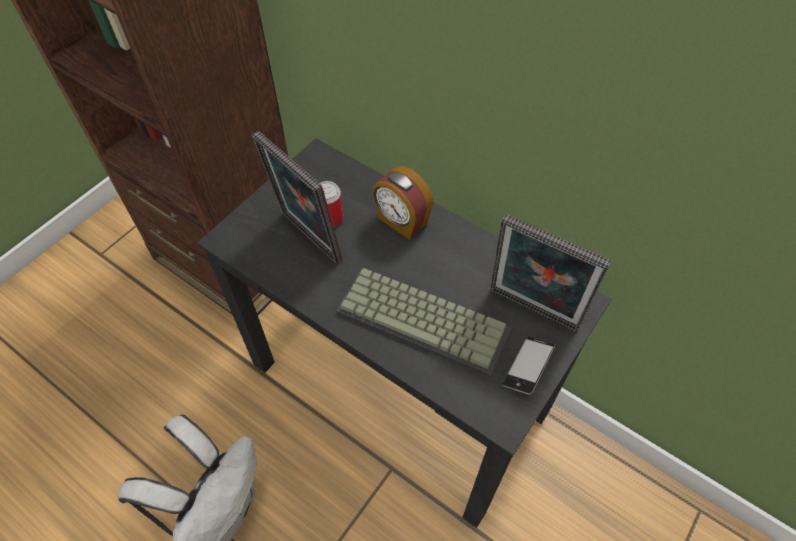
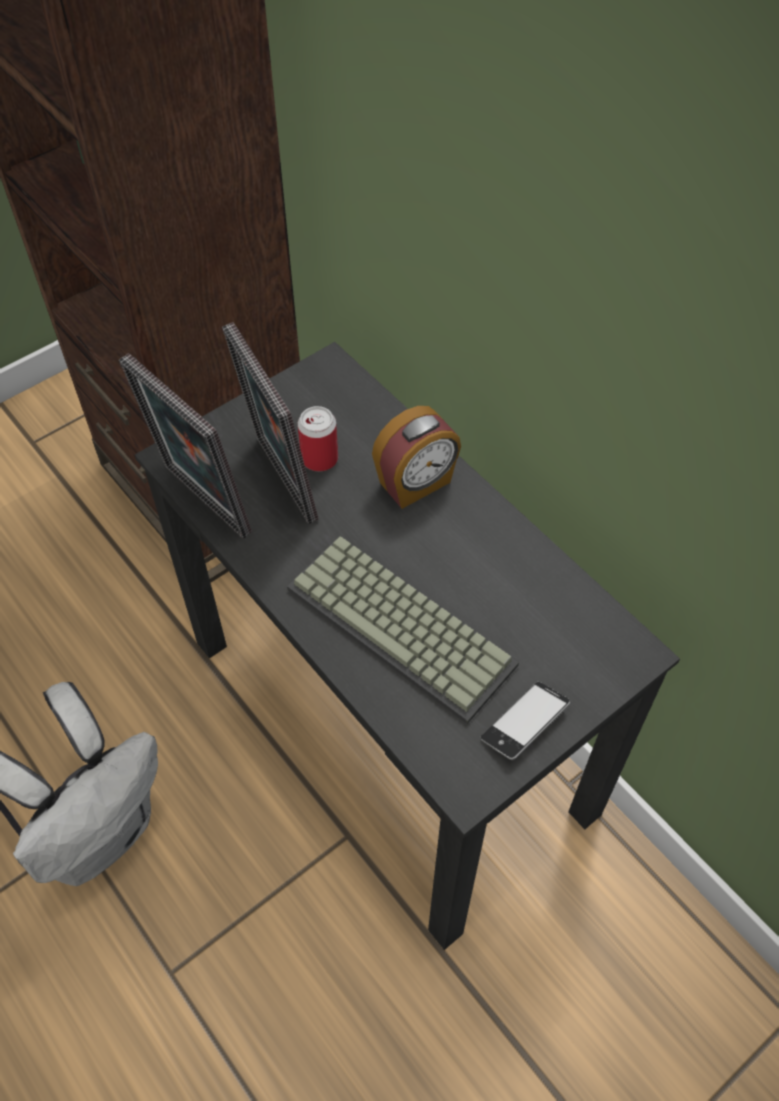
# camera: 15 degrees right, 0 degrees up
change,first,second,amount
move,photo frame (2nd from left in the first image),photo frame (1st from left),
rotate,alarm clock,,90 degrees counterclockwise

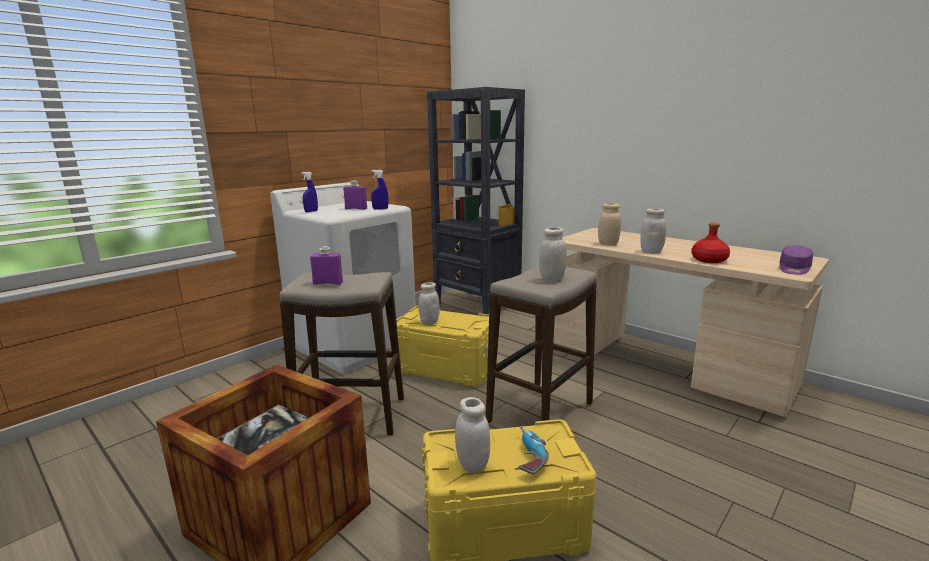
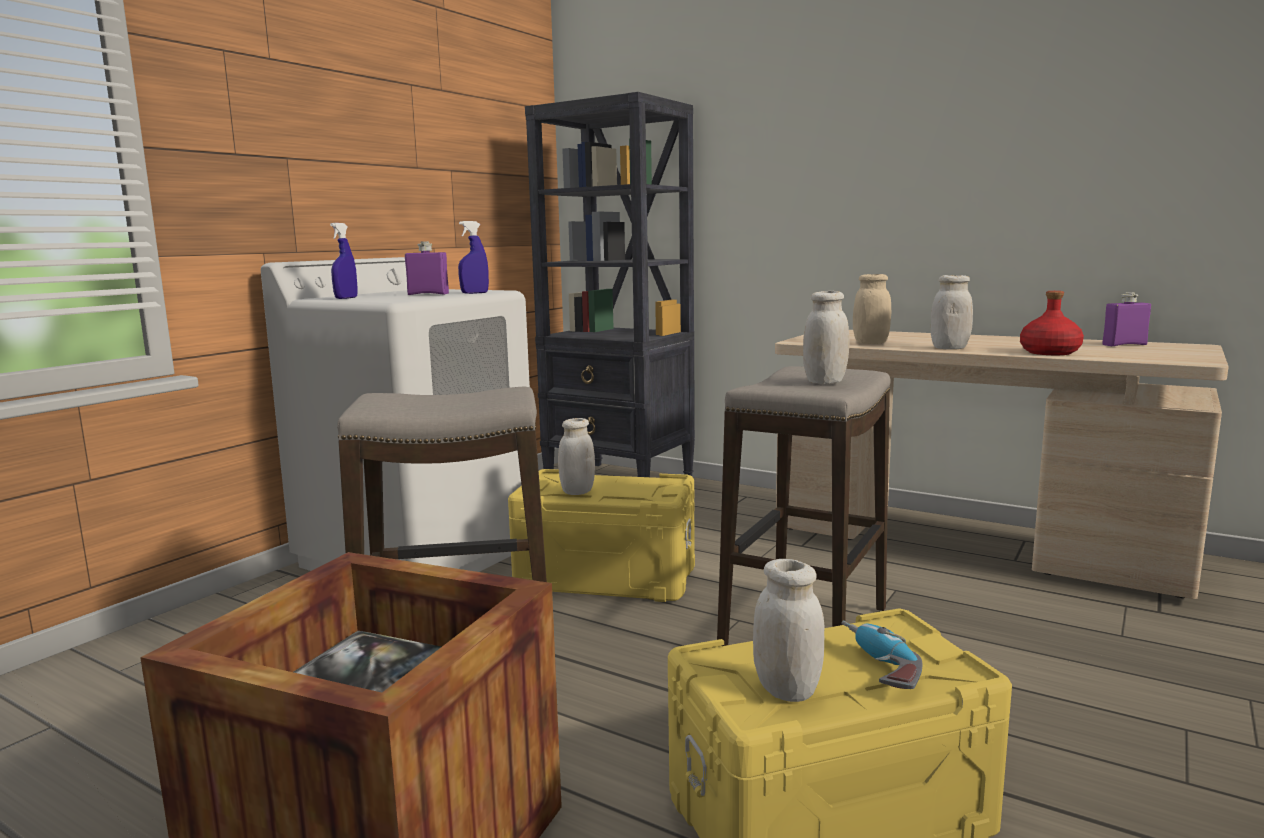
# camera: 10 degrees left, 5 degrees down
change,first,second,amount
move,beverage bottle in purple-coloured (1st from left in the first image),beverage bottle in purple-coloured (2nd from left),
delete,baseball cap in purple-coloured,,

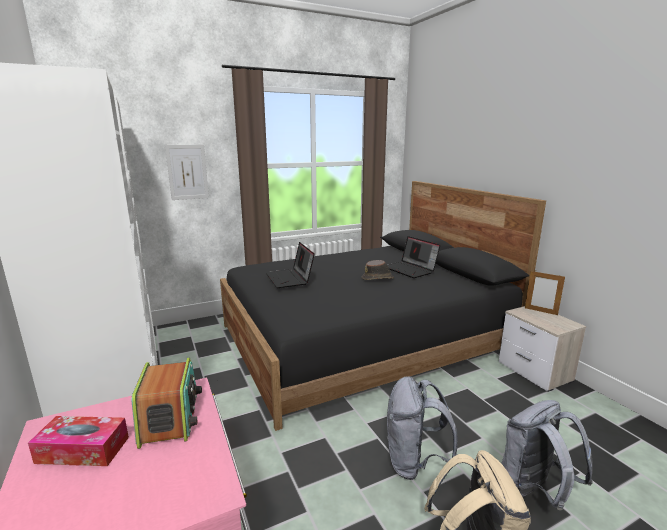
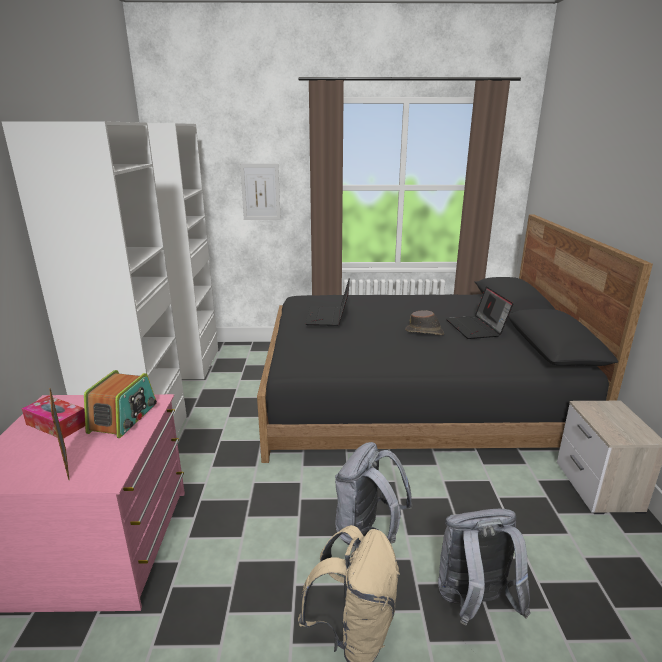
# camera: 25 degrees right, 5 degrees up
change,first,second,amount
move,photo frame,,

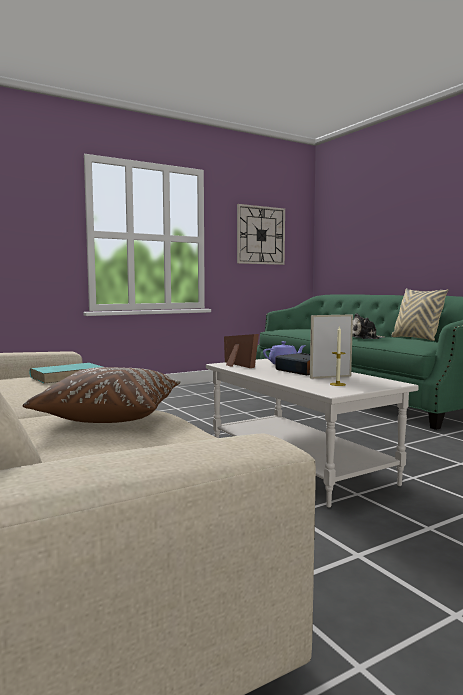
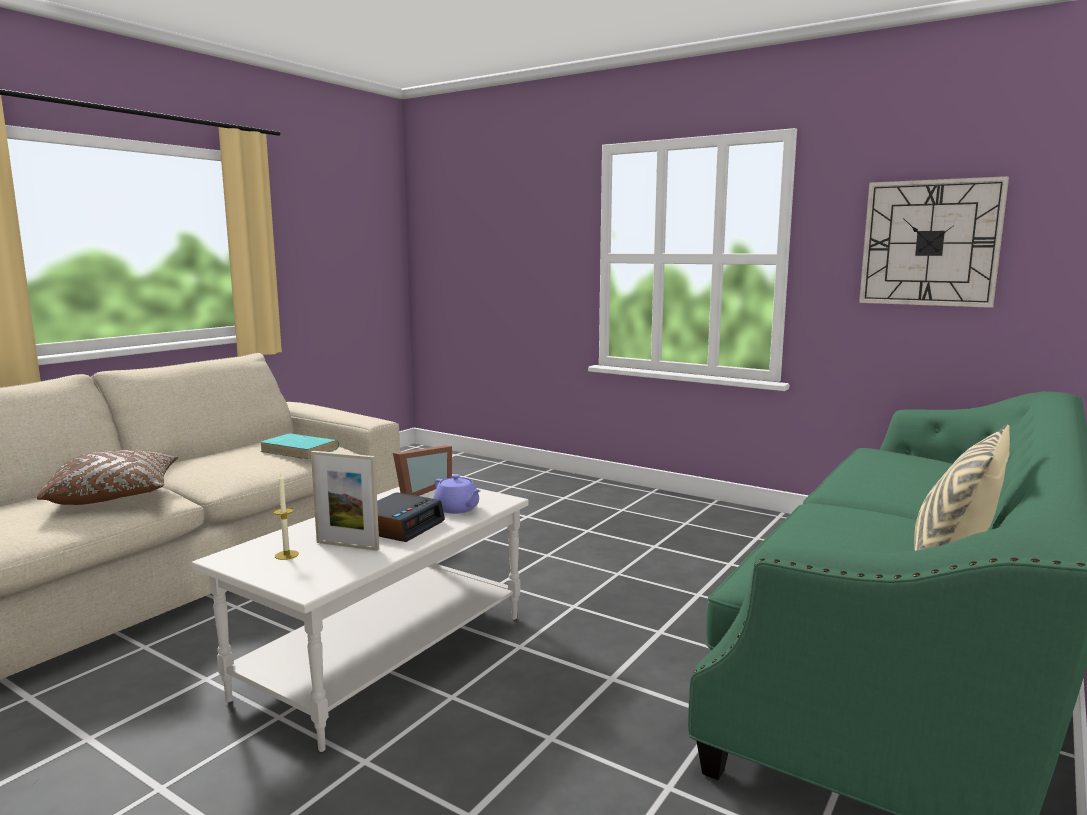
# camera: 65 degrees right, 5 degrees up
change,first,second,amount
rotate,photo frame (2nd from left in the first image),photo frame (1st from left),150 degrees clockwise
delete,plush toy,,

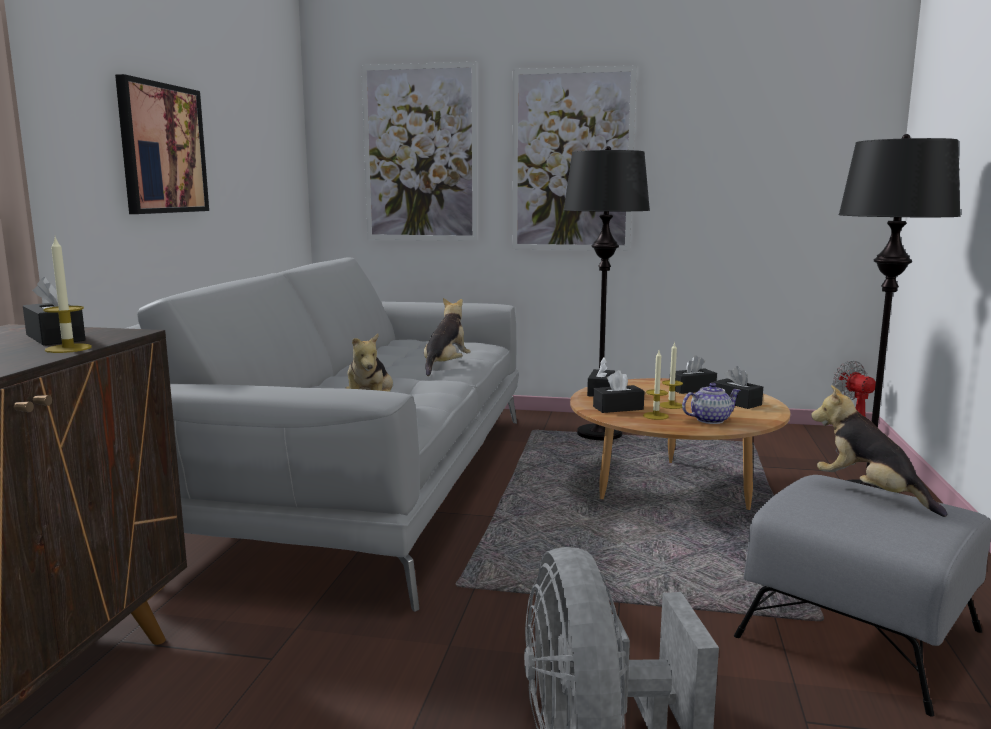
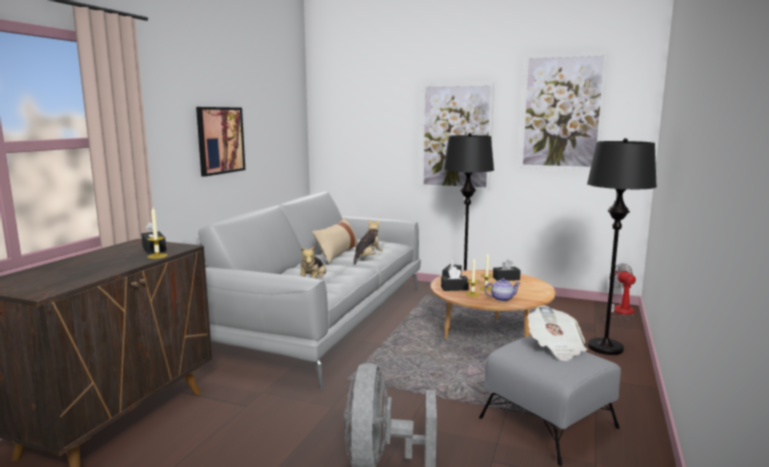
# camera: 10 degrees right, 0 degrees up
change,first,second,amount
insert,,pillow in beige,
move,wall art (2nd from left in the first image),wall art (3rd from left),
replace,plush toy (3rd from left),printed paper,
delete,box of tissues in black (5th from left),,

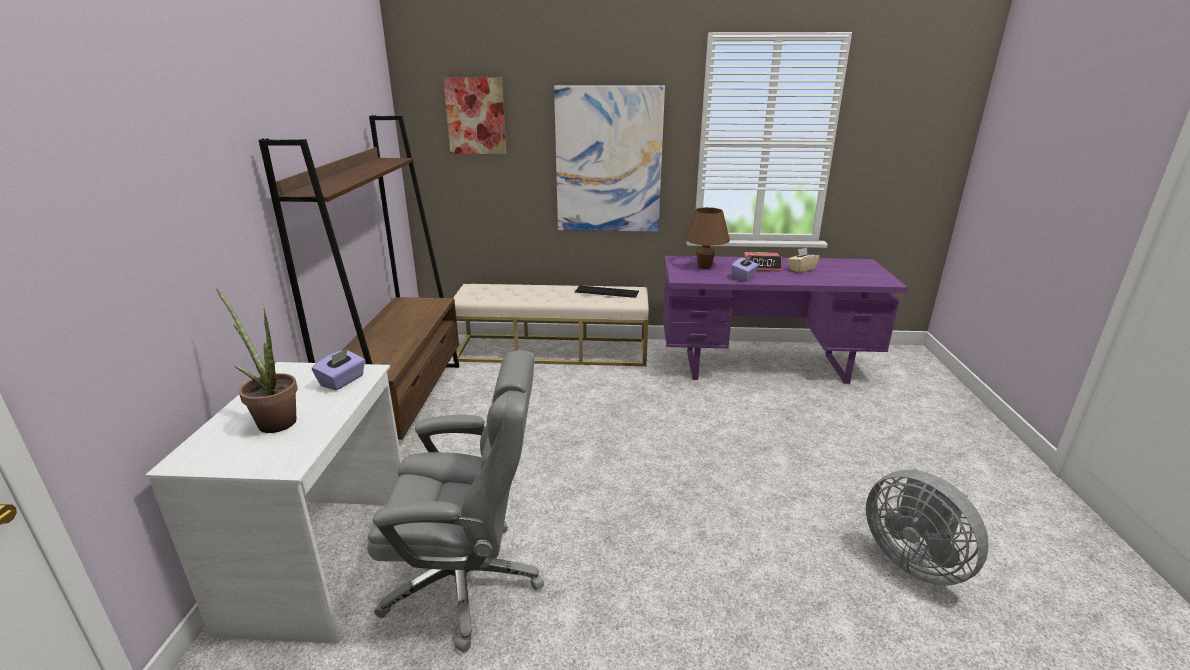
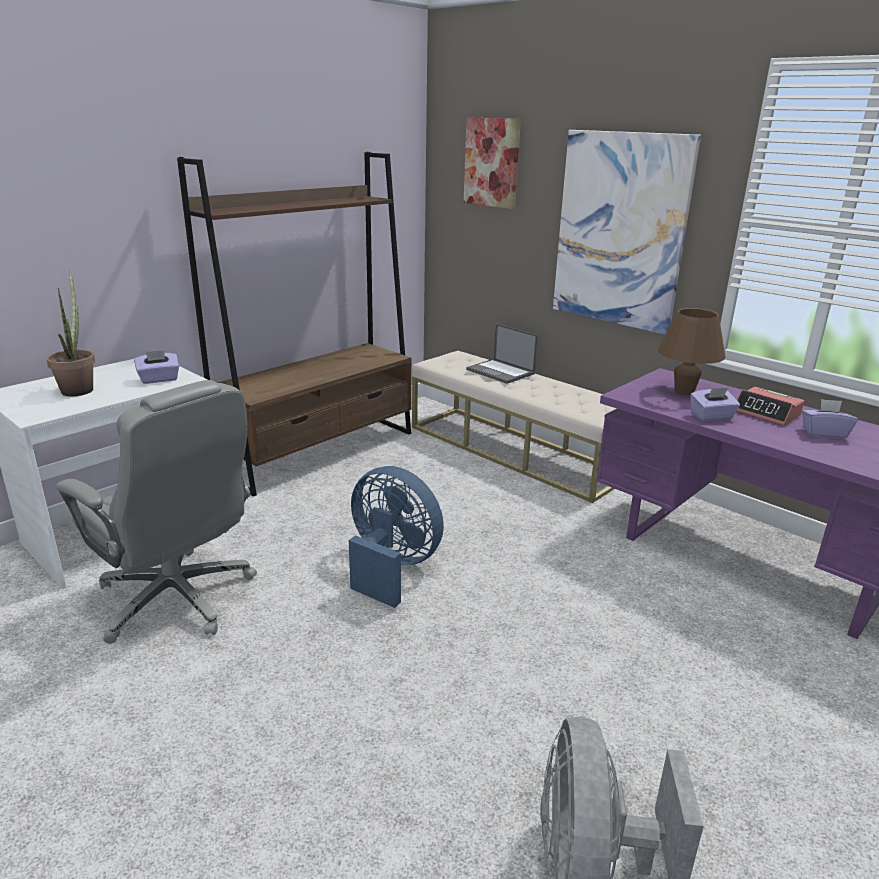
# camera: 40 degrees right, 0 degrees up
change,first,second,amount
insert,,cooling fan in blue,
insert,,portable computer,
recolor,box of tissues in beige,box of tissues in purple-coloured (3rd from left),
delete,keyboard,,

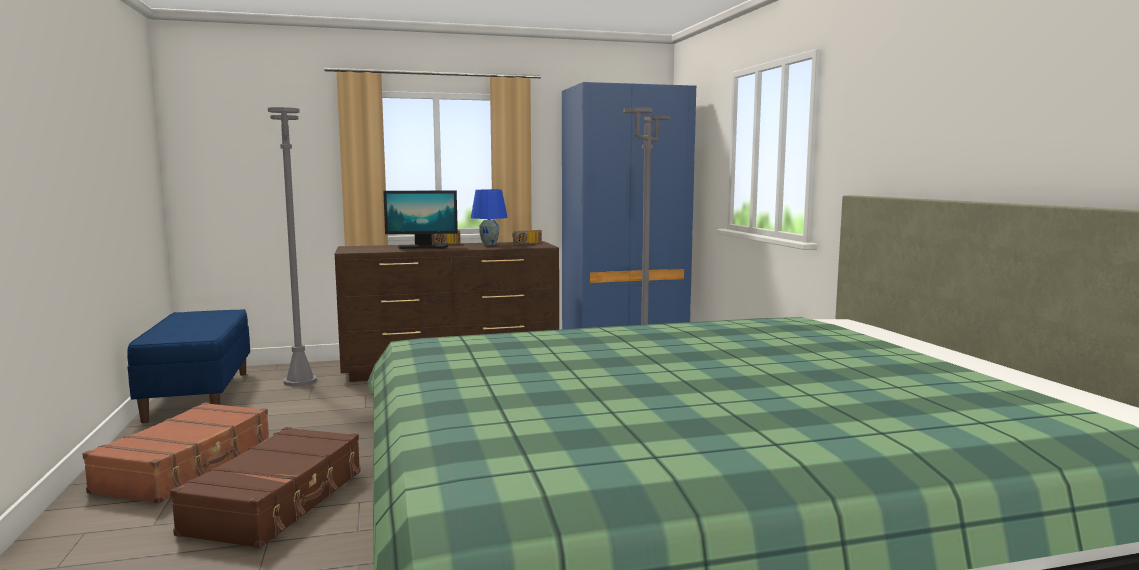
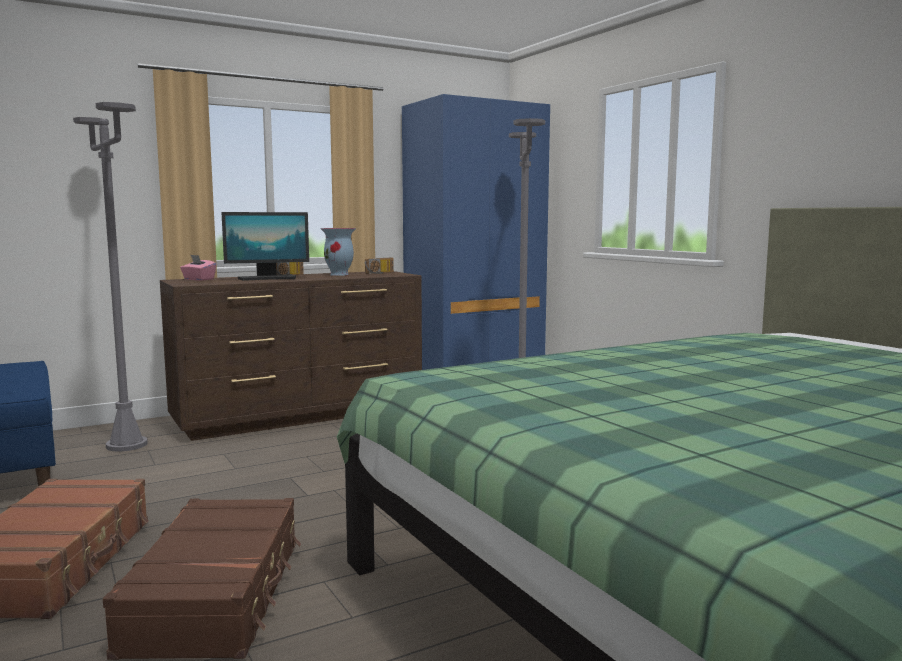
# camera: 15 degrees left, 0 degrees up
change,first,second,amount
insert,,box of tissues in pink-coloured,
replace,table lamp in blue,decorative vase,

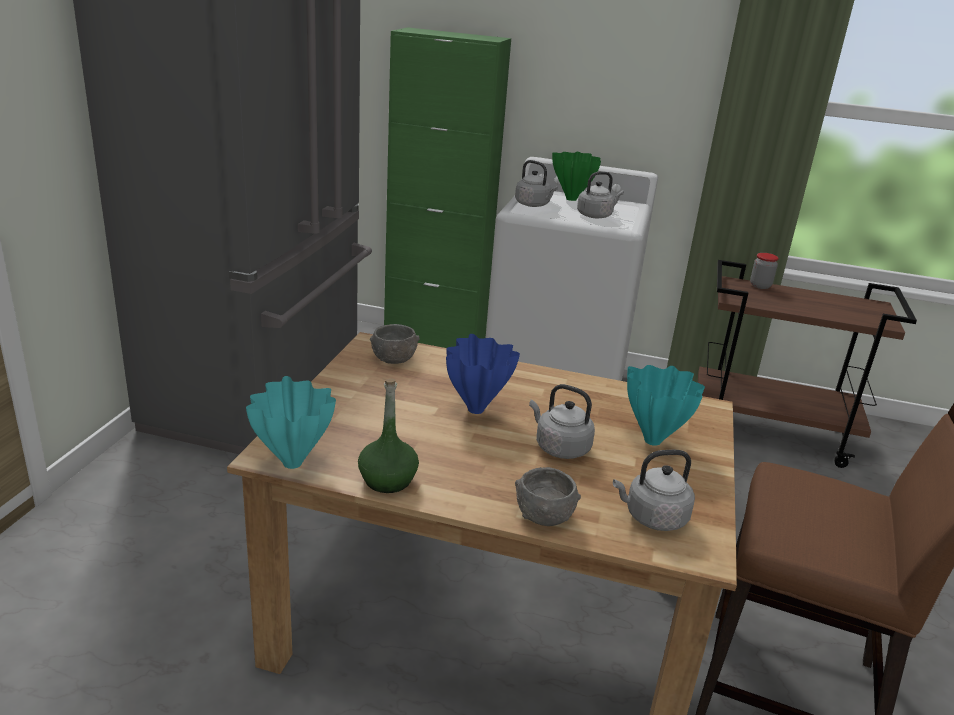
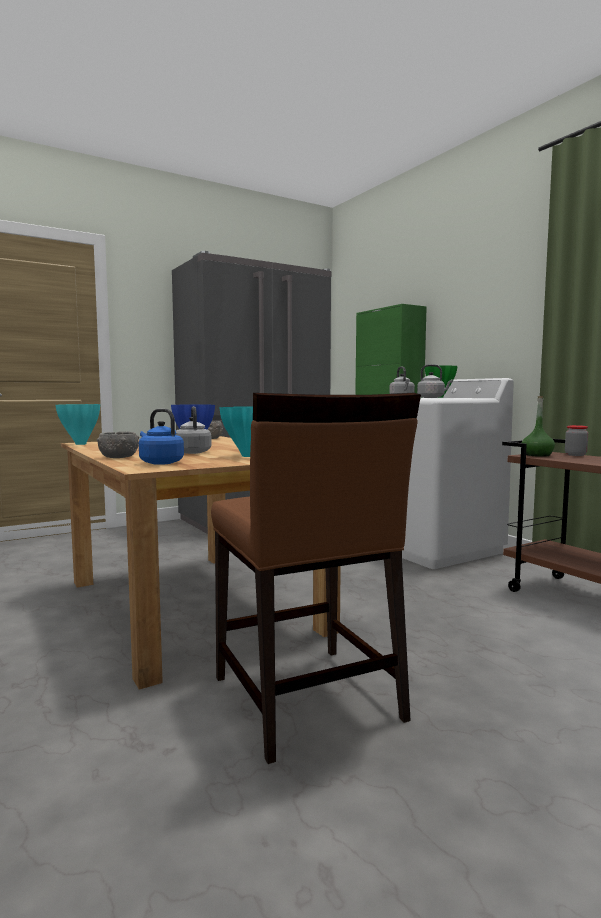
# camera: 45 degrees right, 20 degrees down
change,first,second,amount
recolor,kettle in greyish (4th from left),kettle in blue,
move,beverage bottle in green-coloured,,

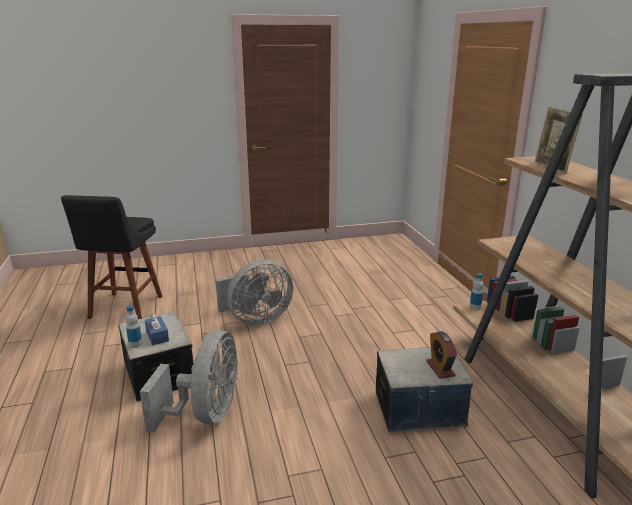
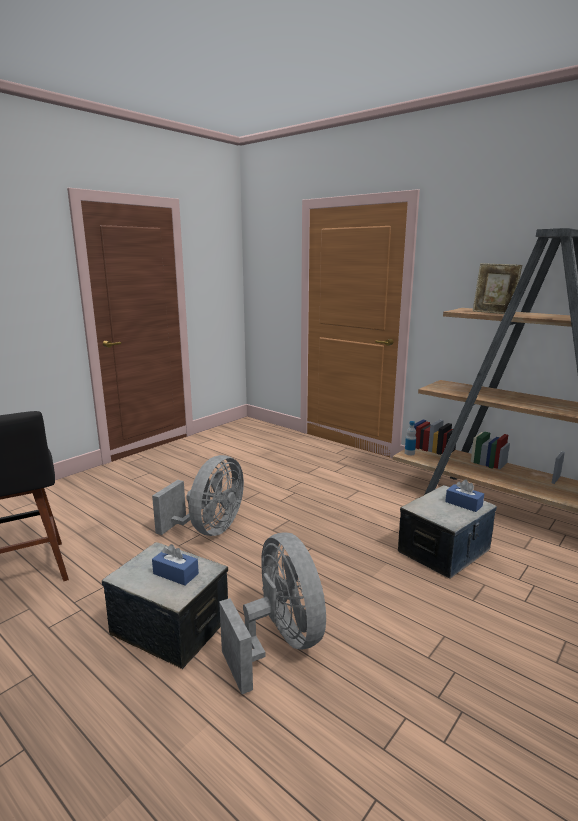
# camera: 35 degrees left, 5 degrees down
change,first,second,amount
replace,alarm clock,box of tissues in blue (2nd from left),
delete,beverage bottle (1st from left),,

